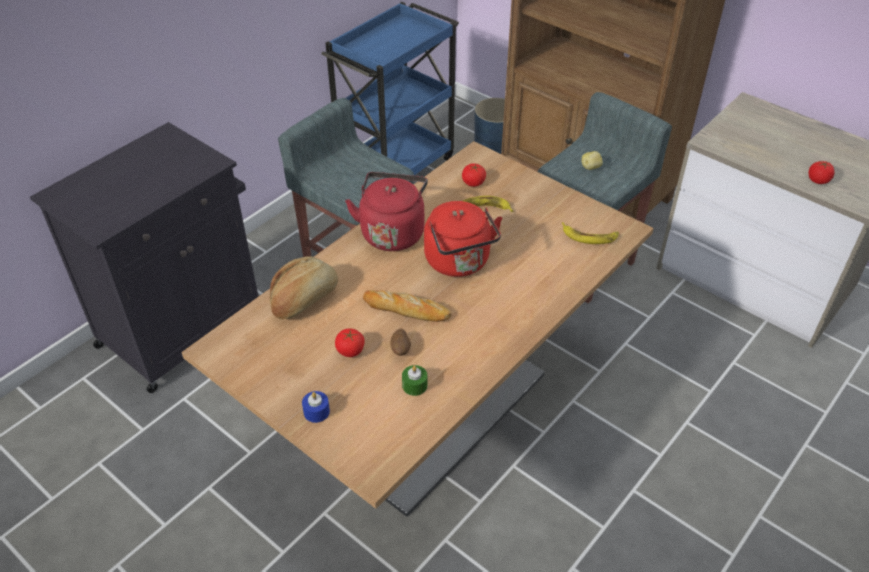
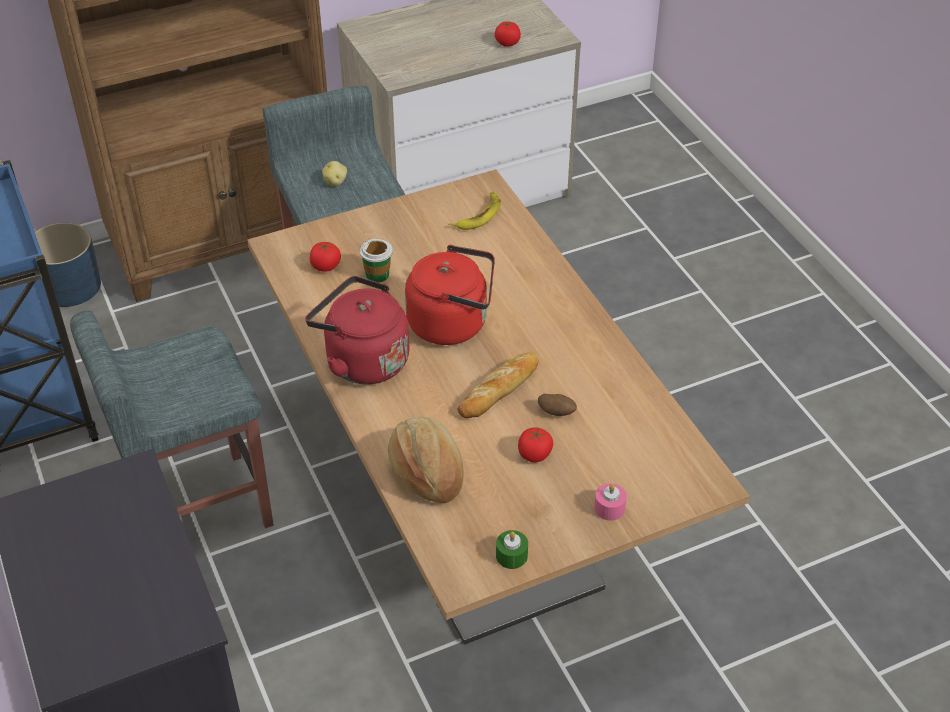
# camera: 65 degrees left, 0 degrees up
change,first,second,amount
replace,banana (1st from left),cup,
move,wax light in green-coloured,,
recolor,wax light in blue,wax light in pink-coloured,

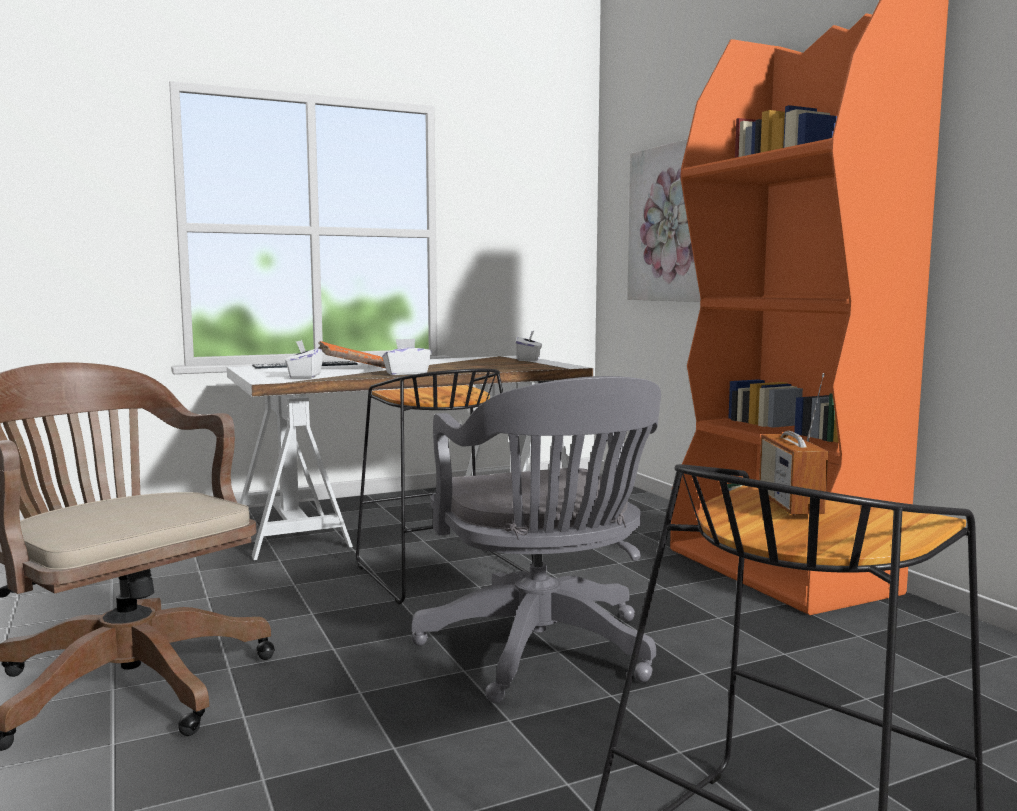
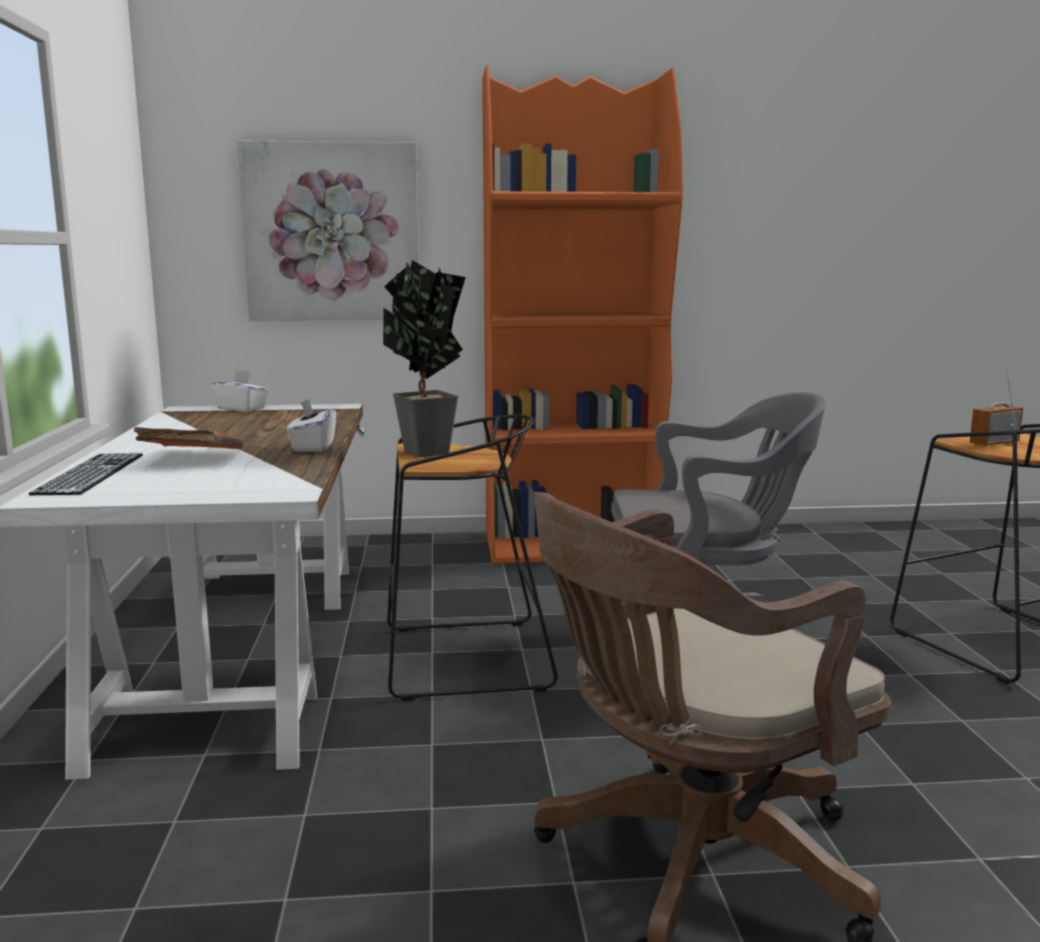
# camera: 70 degrees left, 5 degrees up
change,first,second,amount
insert,,houseplant,
rotate,radio receiver,,135 degrees clockwise
delete,box of tissues in whitish (1st from left),,

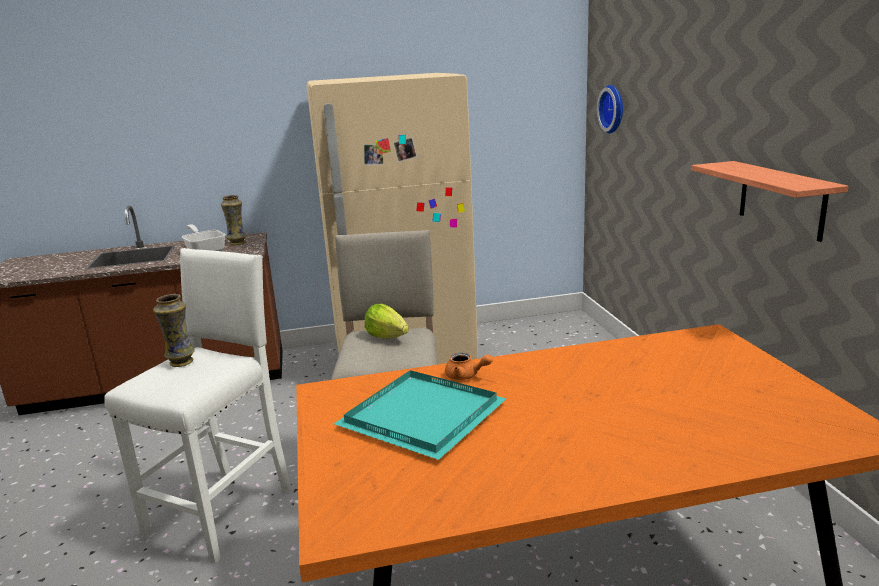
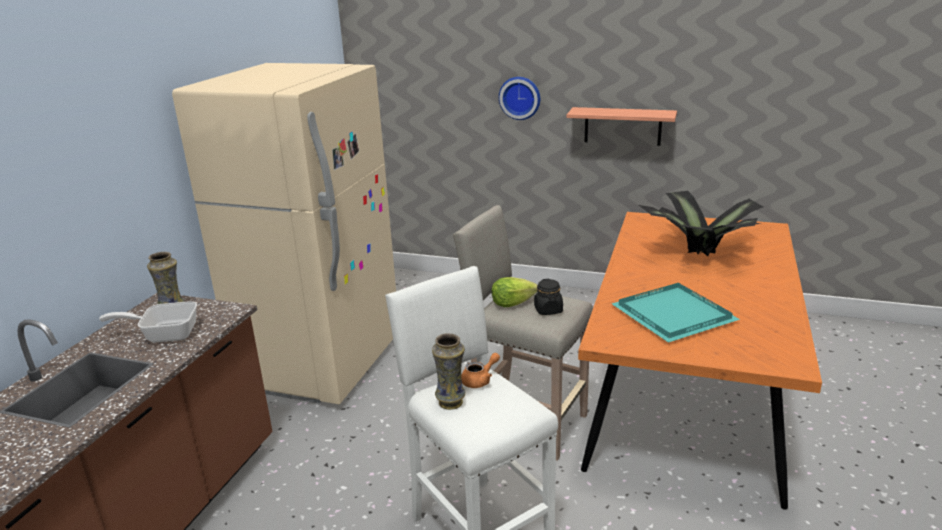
# camera: 60 degrees left, 5 degrees up
change,first,second,amount
move,teapot in orange,,
move,hanging clock,,
insert,,storage jar in black,
insert,,houseplant,

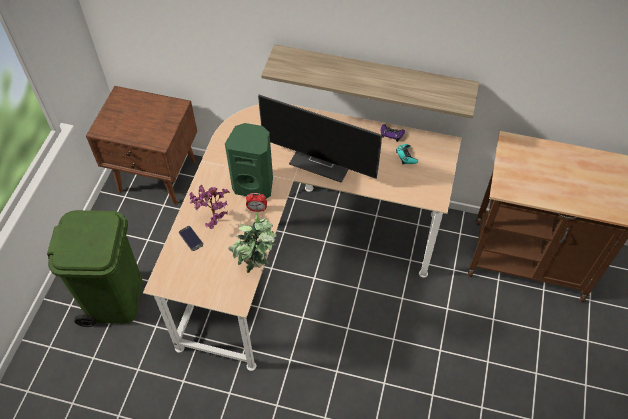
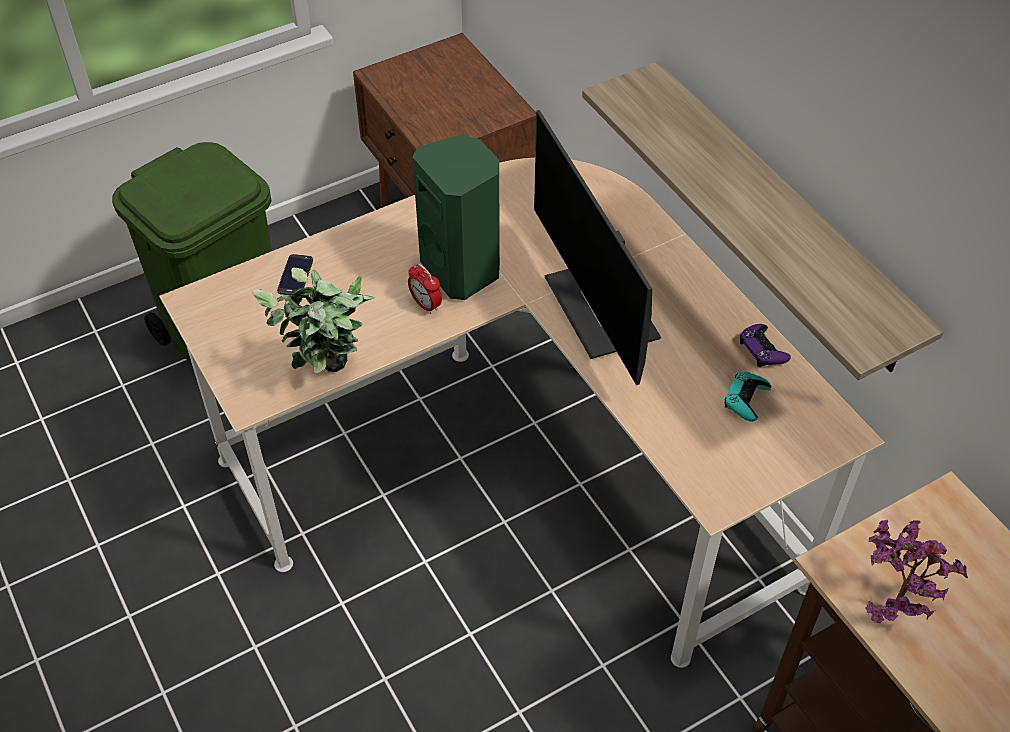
# camera: 45 degrees right, 5 degrees down
change,first,second,amount
move,houseplant (1st from left in the first image),houseplant (2nd from left),

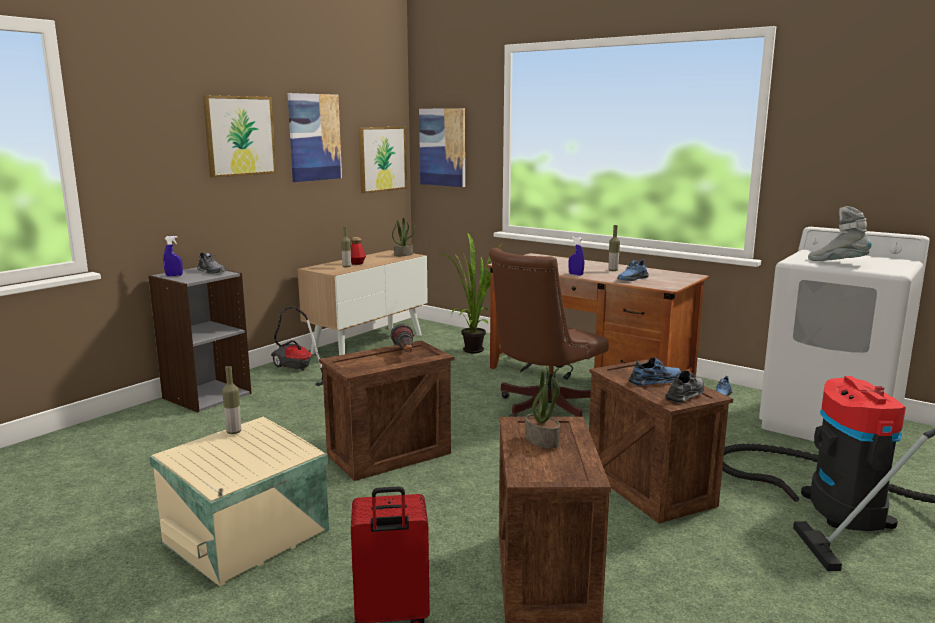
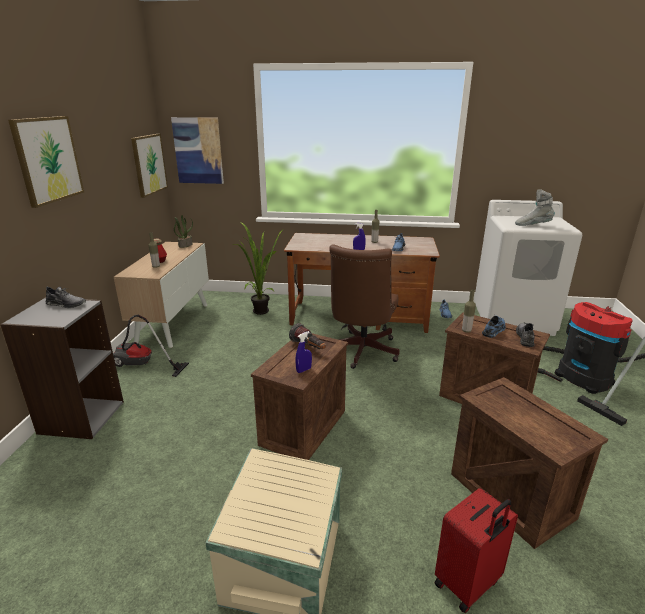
# camera: 30 degrees left, 10 degrees up
change,first,second,amount
move,hand sprayer in blue (1st from left),,
move,beverage bottle (1st from left in the first image),beverage bottle (4th from left),
delete,wall art (2nd from left),,
delete,houseplant (3rd from left),,

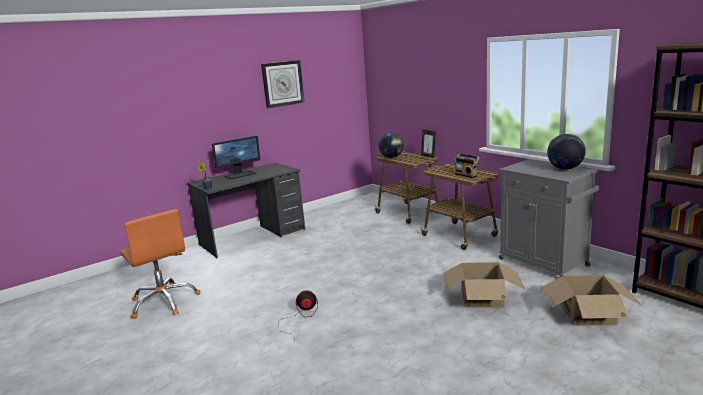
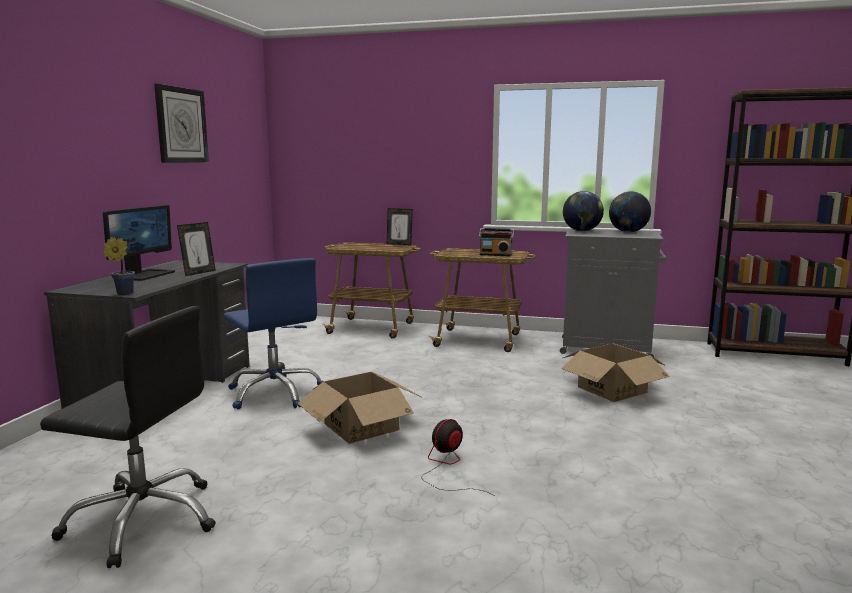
# camera: 40 degrees left, 5 degrees down
change,first,second,amount
recolor,office chair in orange,office chair in black,
insert,,photo frame (1st from left),
insert,,office chair in blue,
move,packing box (2nd from left in the first image),packing box (1st from left),
move,world globe (1st from left),,

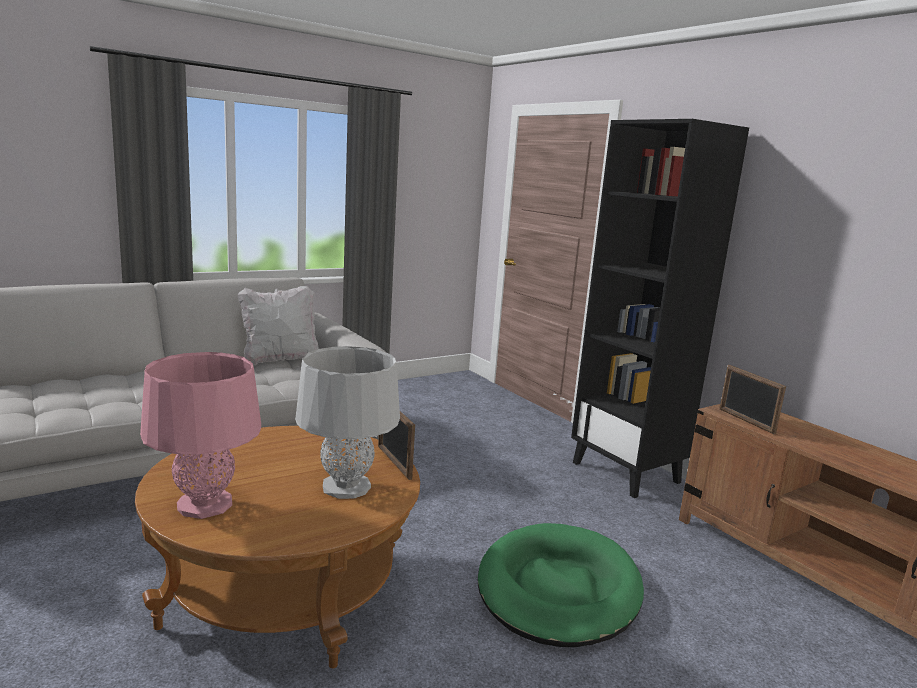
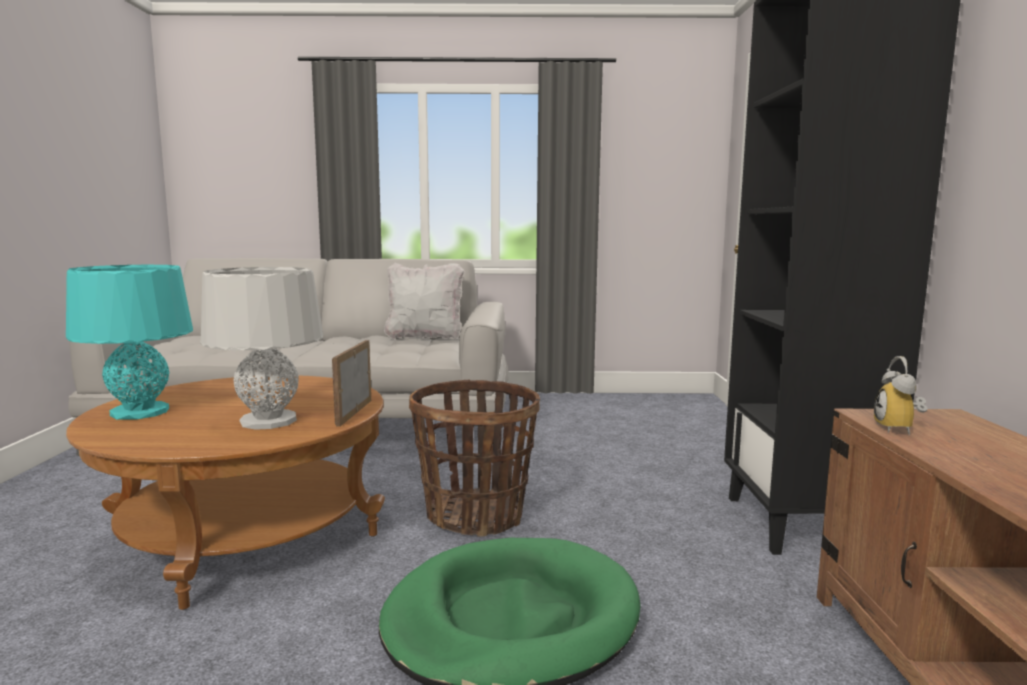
# camera: 35 degrees right, 5 degrees down
change,first,second,amount
recolor,table lamp in pink-coloured,table lamp in turquoise,
insert,,household basket,
replace,photo frame (2nd from left),alarm clock,

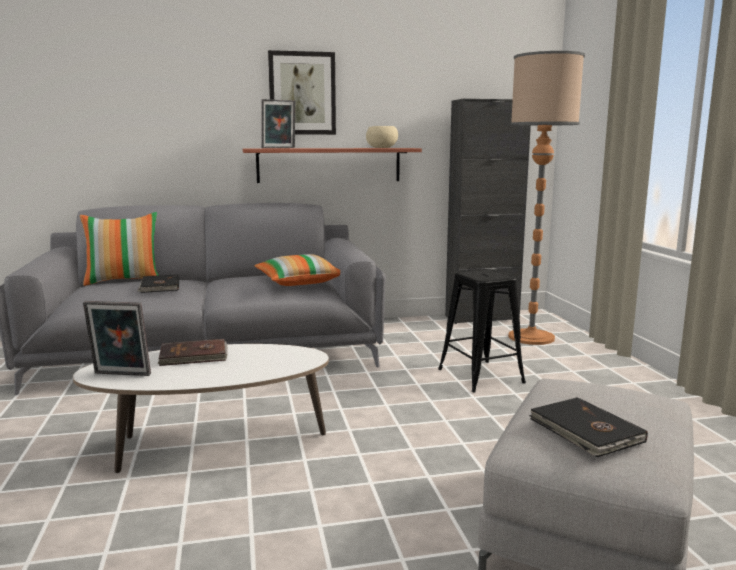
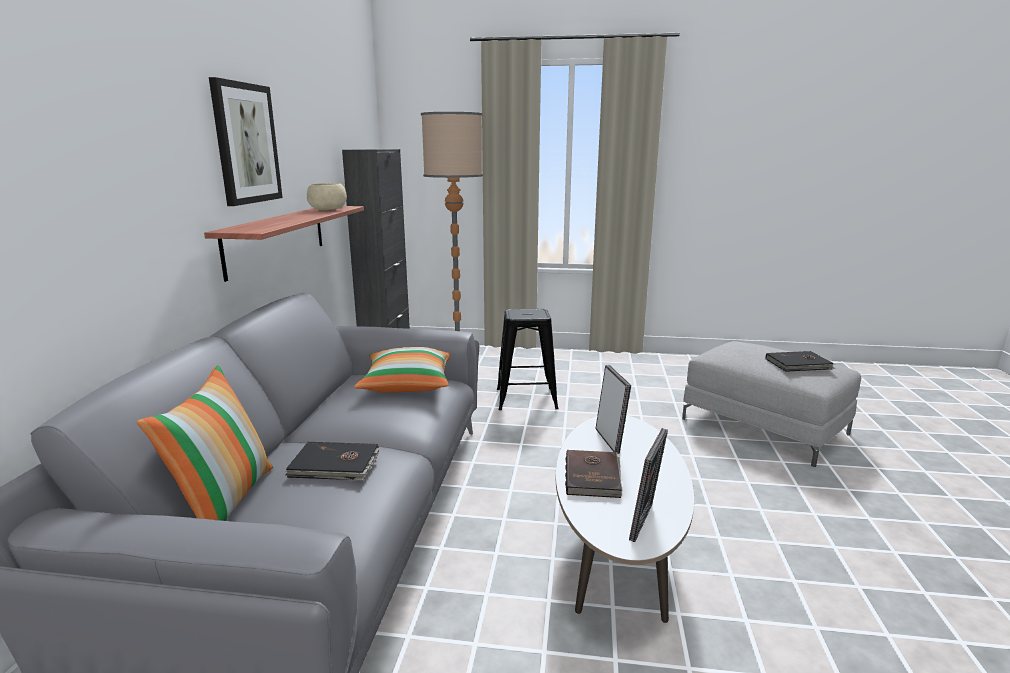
# camera: 70 degrees left, 5 degrees up
change,first,second,amount
move,photo frame (2nd from left in the first image),photo frame (1st from left),

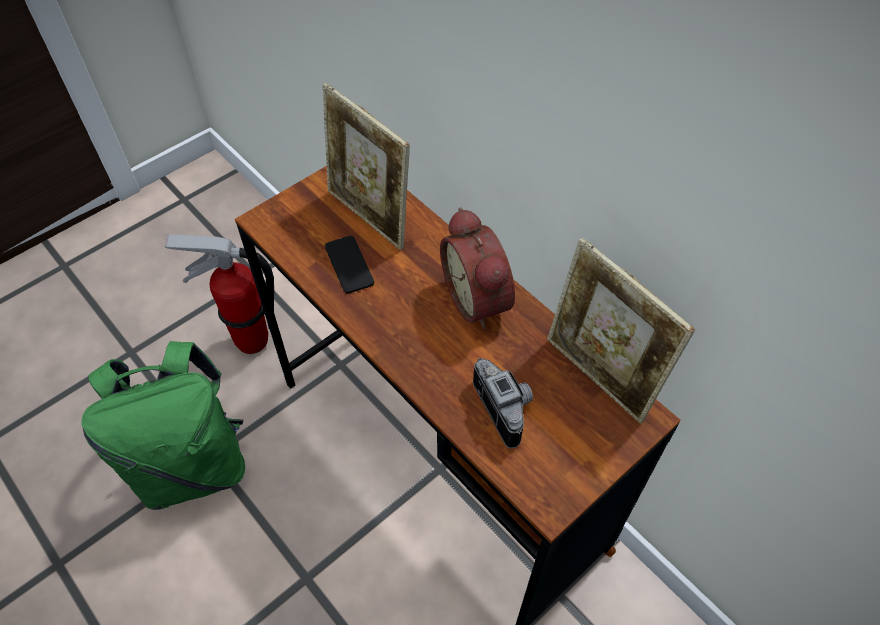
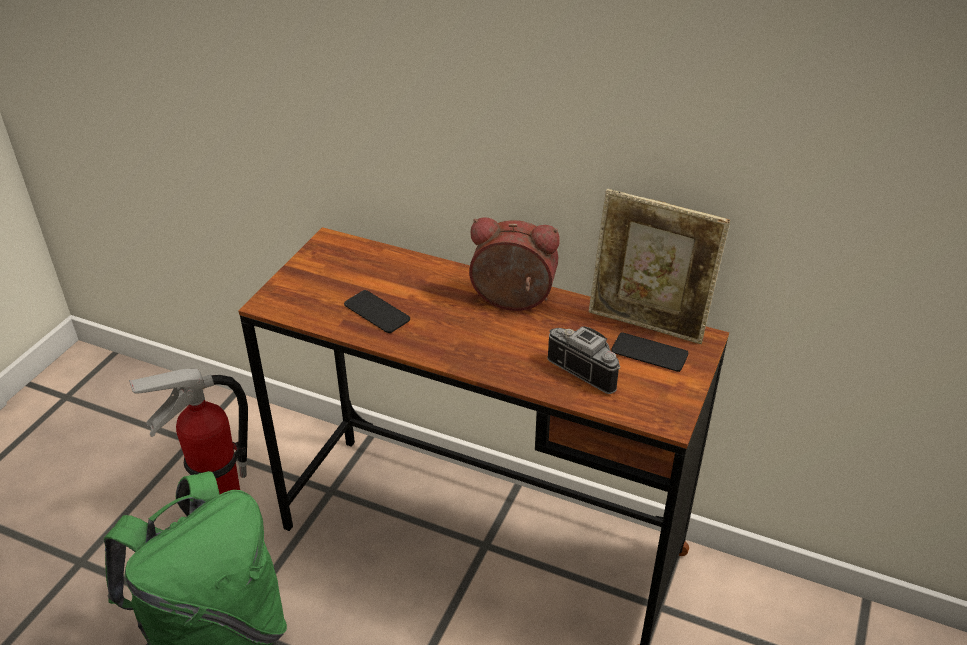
# camera: 25 degrees left, 15 degrees down
change,first,second,amount
rotate,alarm clock,,150 degrees clockwise
insert,,handset (2nd from left),
delete,photo frame (1st from left),,

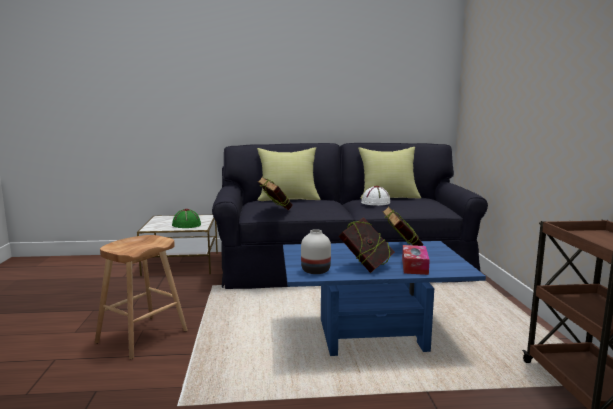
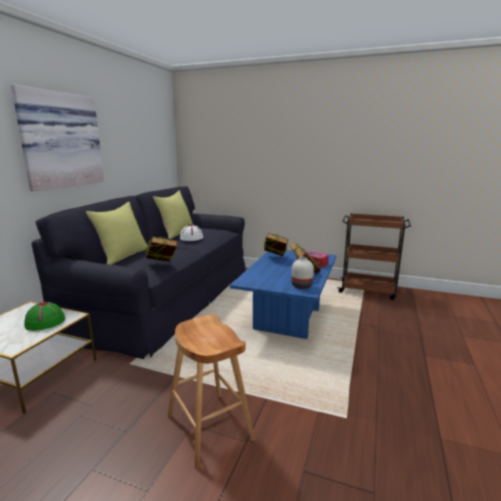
# camera: 65 degrees left, 5 degrees up
change,first,second,amount
insert,,wall art,

